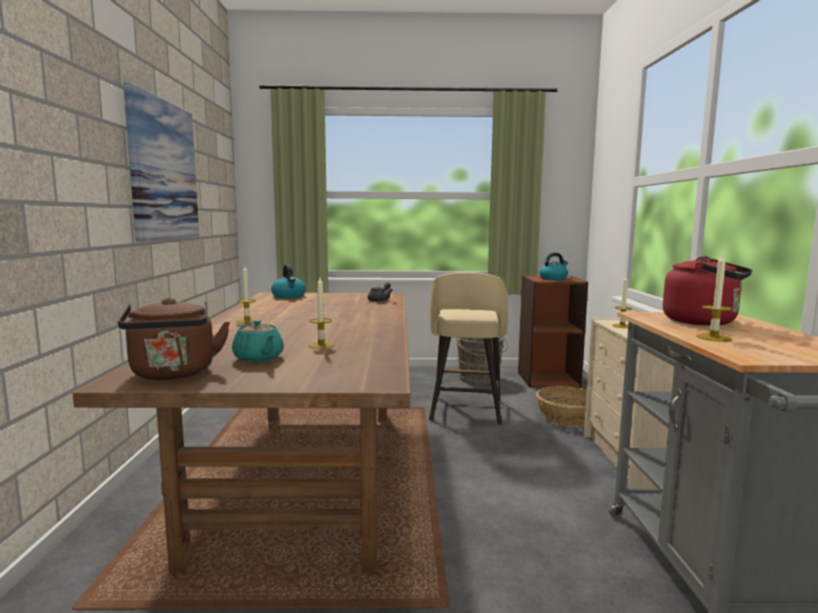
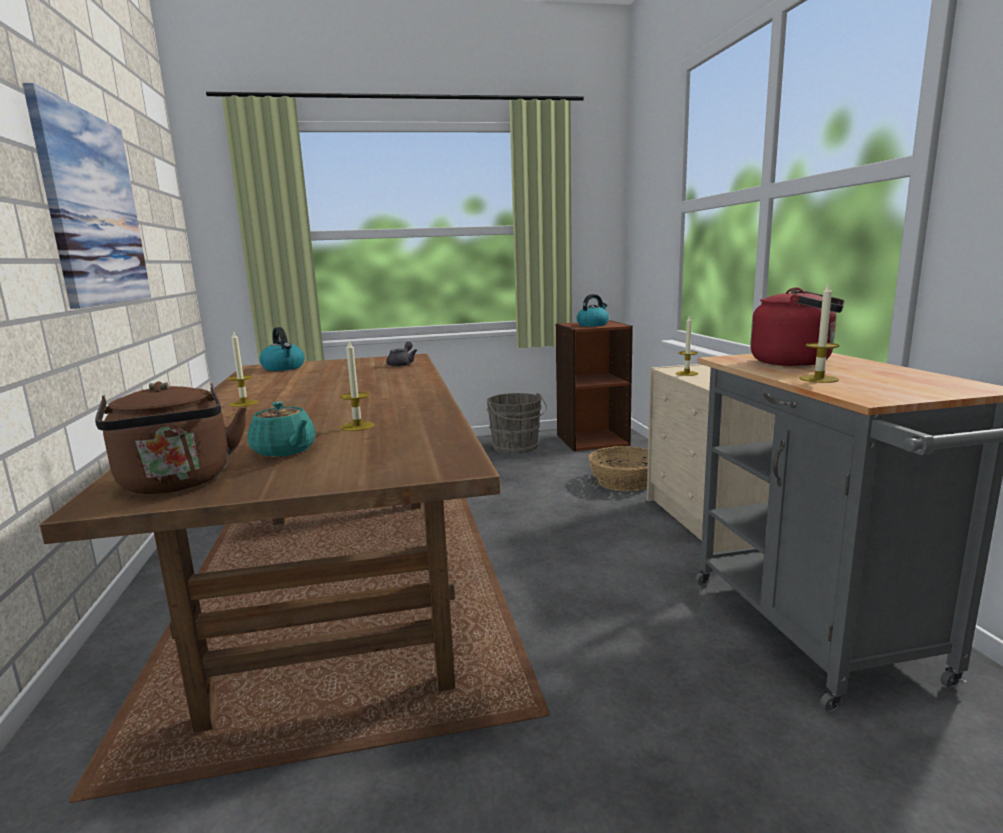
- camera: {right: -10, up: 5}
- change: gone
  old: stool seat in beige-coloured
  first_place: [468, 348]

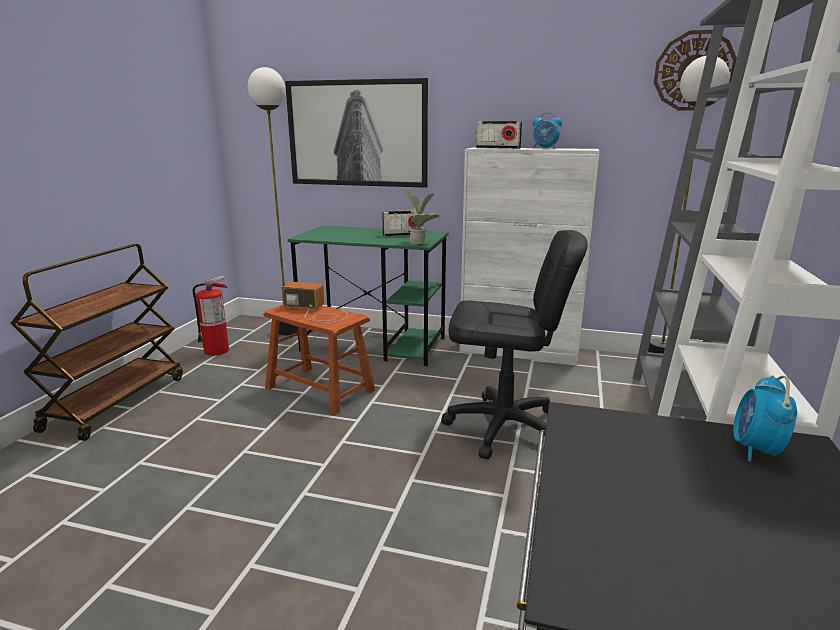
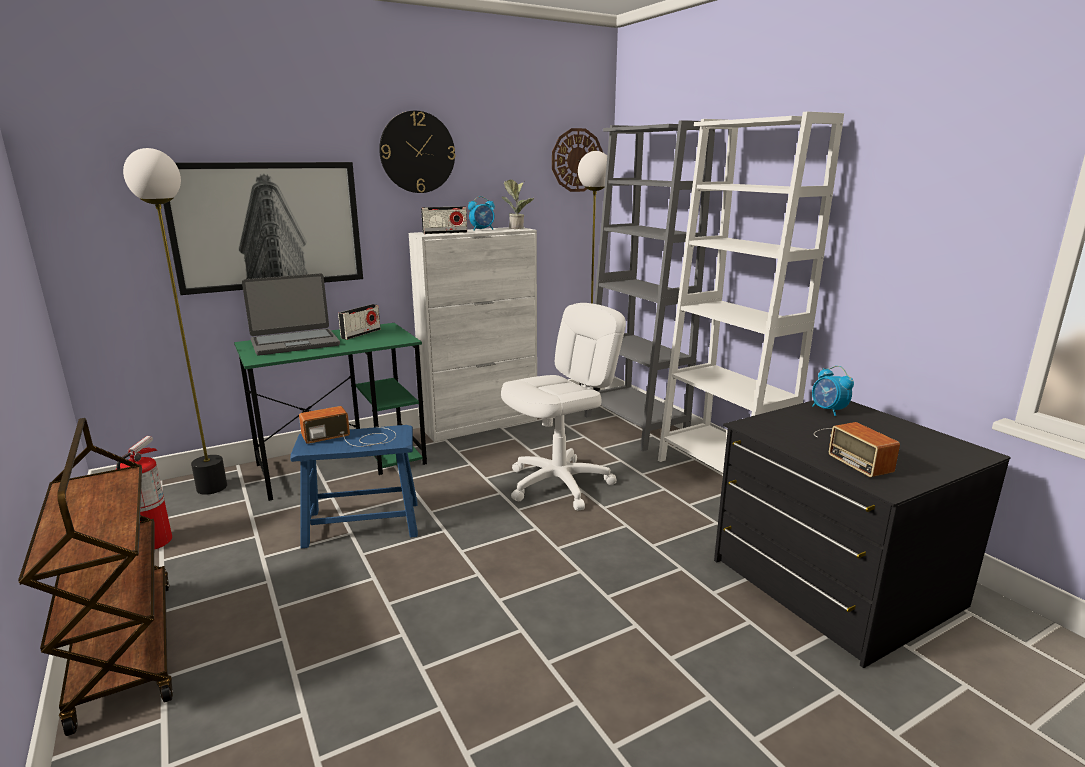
- camera: {right: -45, up: 0}
- change: new
  new: portable computer
  second_place: [291, 314]
- change: new
  new: wall clock
  second_place: [417, 152]
- change: new
  new: radio
  second_place: [857, 449]
- change: shifted
  old: plant in a pot
  first_place: [422, 218]
  second_place: [518, 204]
- change: repainted
  old: stool seat in brown
  new: stool seat in blue
  first_place: [319, 360]
  second_place: [354, 486]
- change: repainted
  old: office chair in black
  new: office chair in white
  first_place: [514, 344]
  second_place: [563, 407]

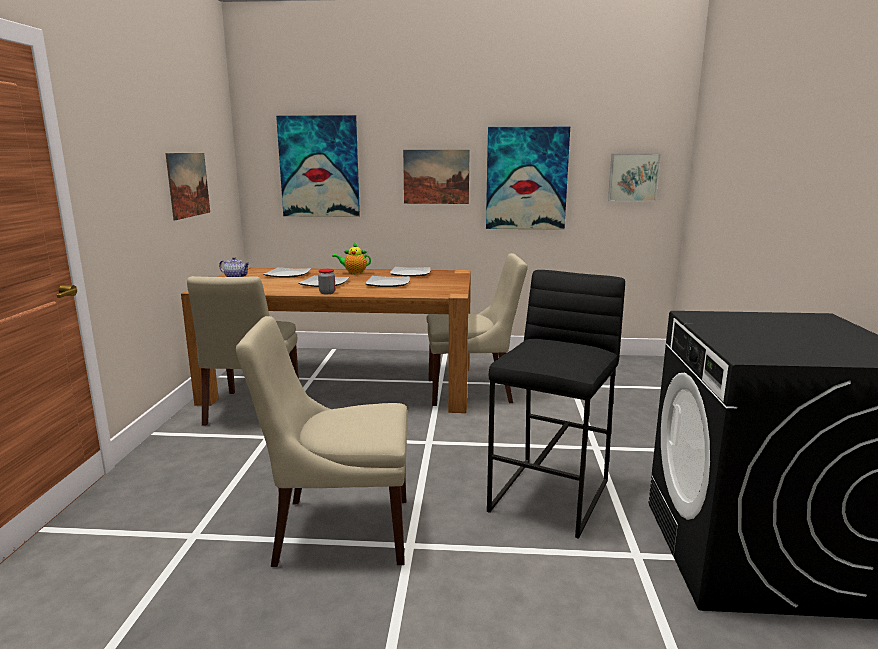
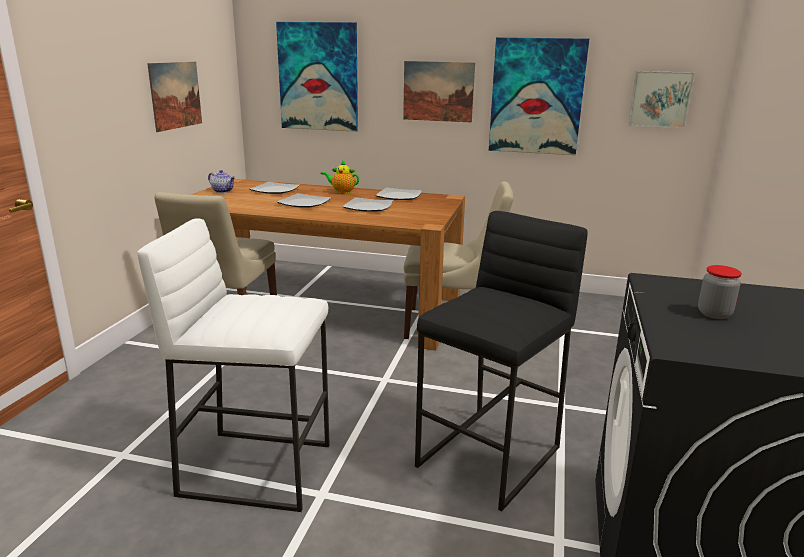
- camera: {right: 10, up: 5}
- change: shifted
  old: jar
  first_place: [326, 281]
  second_place: [720, 292]
- change: swapped
  old: upright chair in beige-coloured
  new: stool seat in white
  first_place: [322, 441]
  second_place: [233, 365]

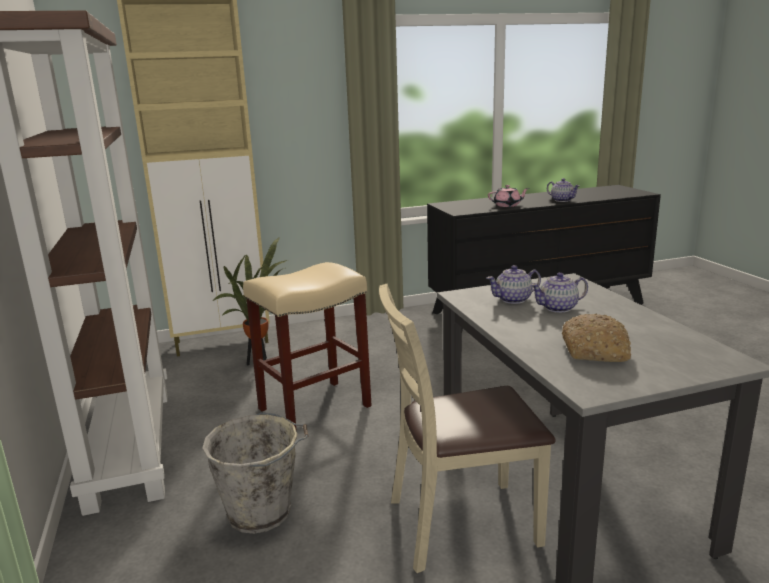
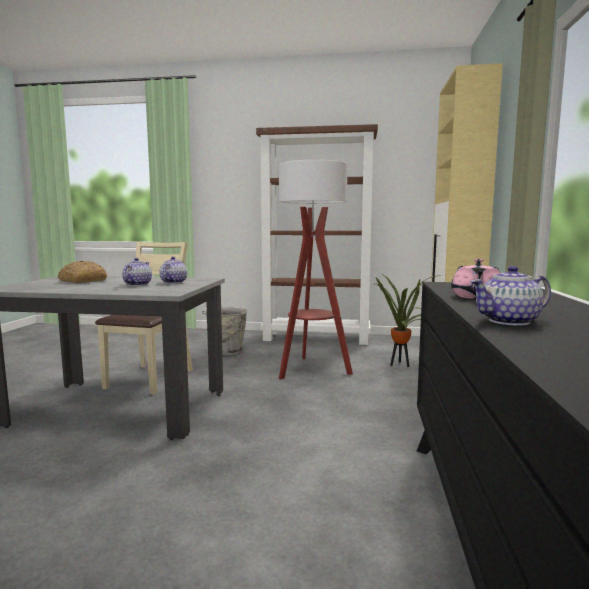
- camera: {right: 115, up: -10}
- change: swapped
  old: stool seat in beige-coloured
  new: standard lamp
  first_place: [307, 346]
  second_place: [316, 269]

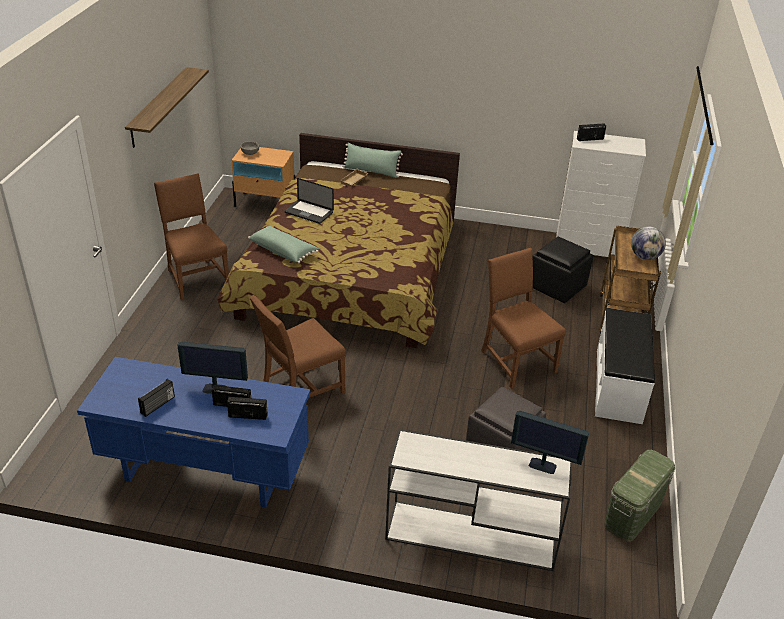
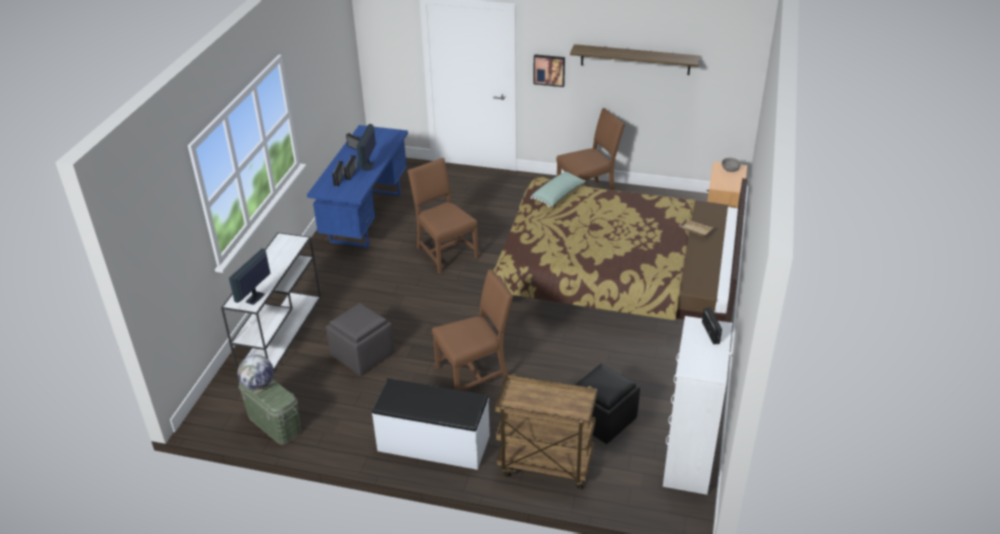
- camera: {right: 95, up: 0}
- change: gone
  old: portable computer
  first_place: [309, 201]
- change: gone
  old: pillow in green-coloured
  first_place: [372, 160]
- change: new
  new: wall picture
  second_place: [549, 70]
- change: shifted
  old: globe
  first_place: [648, 243]
  second_place: [256, 372]

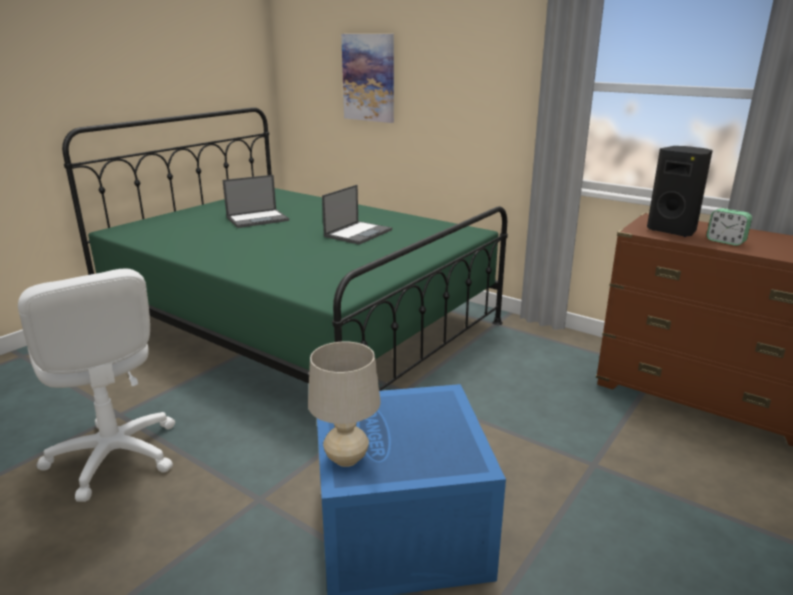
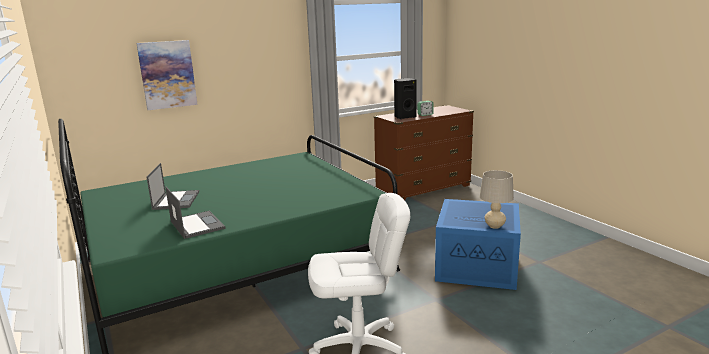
- camera: {right: -65, up: -5}
- change: shifted
  old: portable computer
  first_place: [357, 215]
  second_place: [195, 213]

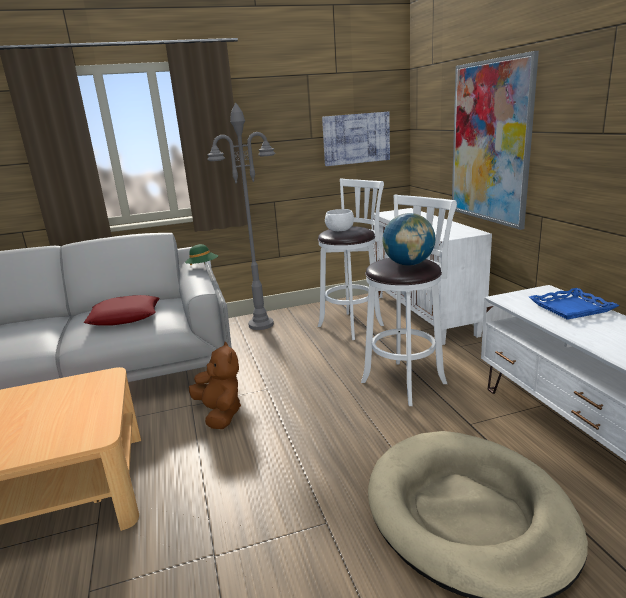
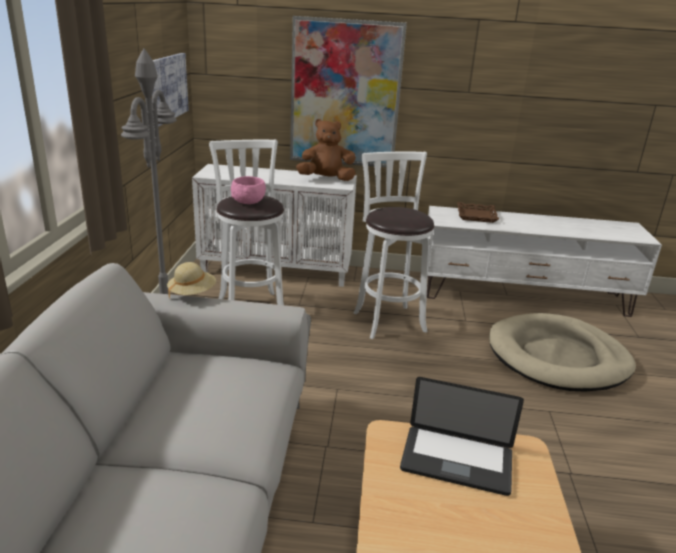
- camera: {right: -70, up: 5}
- change: gone
  old: pillow in red-coloured
  first_place: [122, 310]
- change: gone
  old: globe
  first_place: [409, 239]
- change: new
  new: portable computer
  second_place: [462, 436]
- change: shifted
  old: soft toy in brown
  first_place: [215, 385]
  second_place: [326, 150]
- change: repainted
  old: clothing hat in green-coloured
  new: clothing hat in beige-coloured
  first_place: [201, 254]
  second_place: [191, 280]
- change: repainted
  old: deep dish in white
  new: deep dish in pink-coloured
  first_place: [339, 220]
  second_place: [248, 190]
- change: repainted
  old: tray in blue
  new: tray in brown
  first_place: [574, 304]
  second_place: [478, 212]

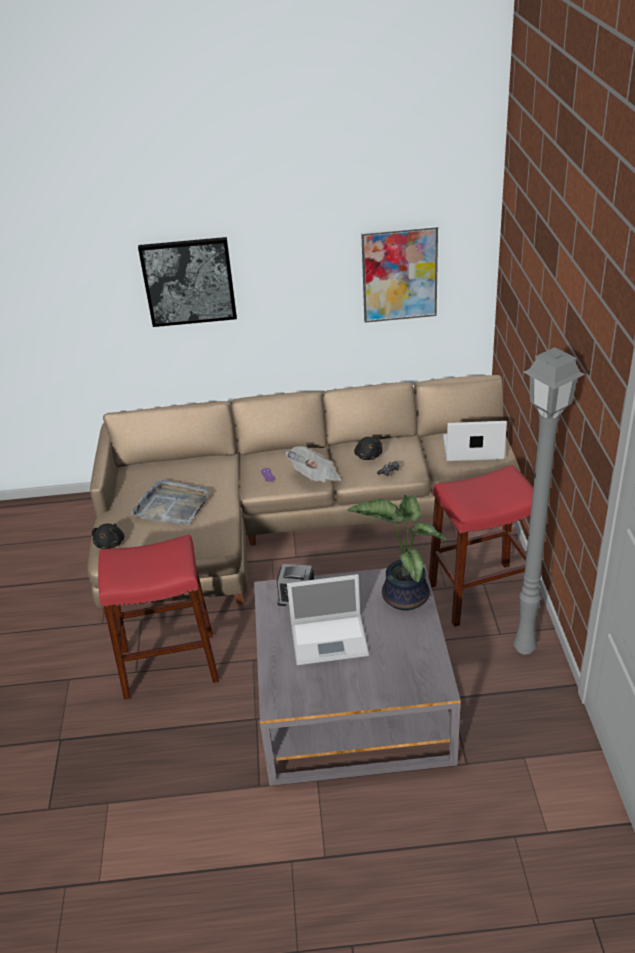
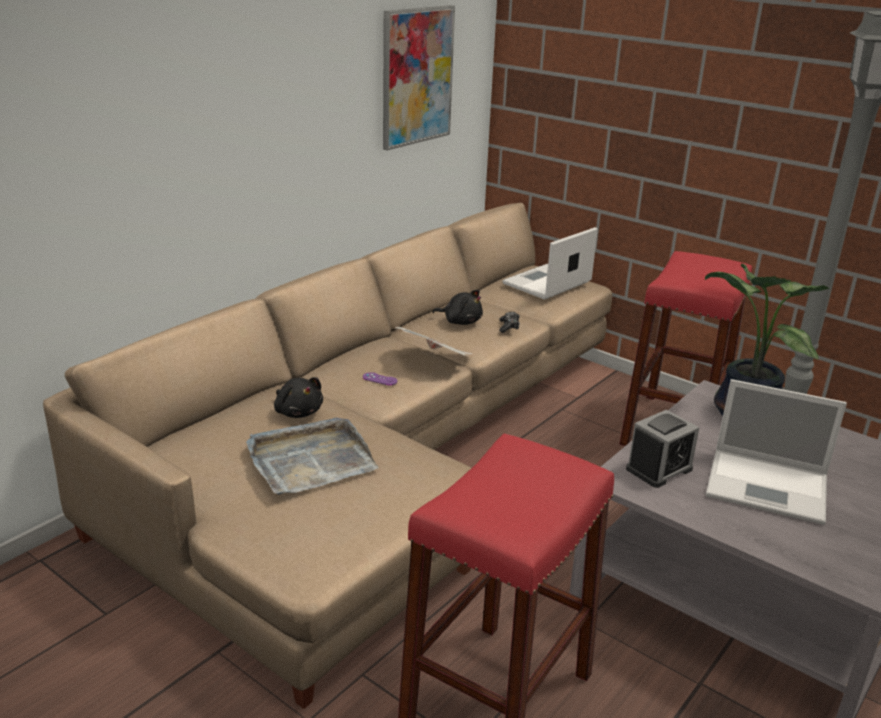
- camera: {right: -50, up: -10}
- change: gone
  old: wall picture
  first_place: [187, 282]
- change: shifted
  old: soft toy in black
  first_place: [108, 536]
  second_place: [298, 397]
- change: rotated
  old: portable computer
  first_place: [328, 619]
  second_place: [776, 452]
  degrees: 75

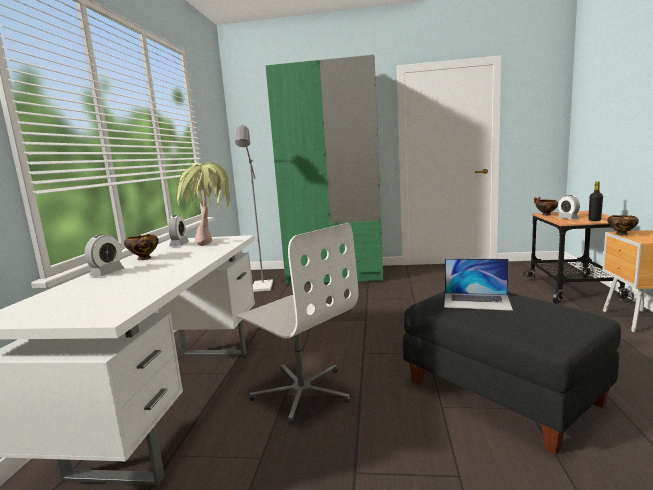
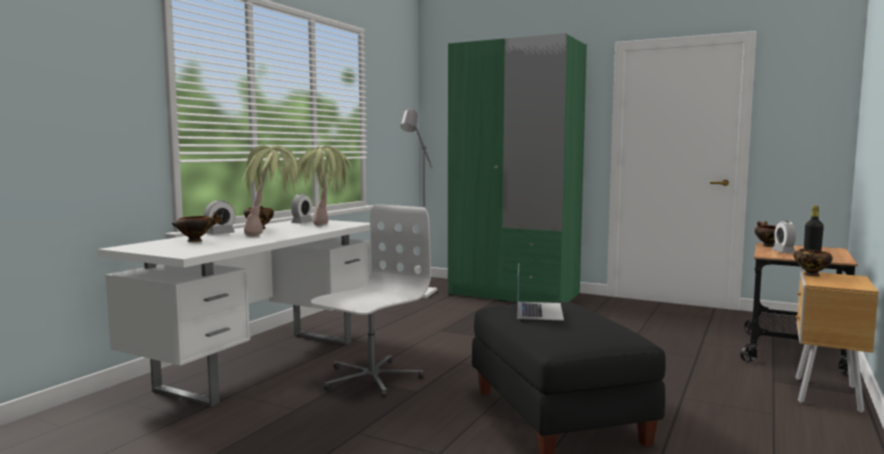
- camera: {right: 20, up: -5}
- change: new
  new: deep dish
  second_place: [197, 227]
- change: new
  new: plant in a pot
  second_place: [271, 191]
- change: rotated
  old: office chair in white
  first_place: [297, 323]
  second_place: [371, 300]
  degrees: -120
- change: rotated
  old: portable computer
  first_place: [478, 284]
  second_place: [540, 293]
  degrees: -120

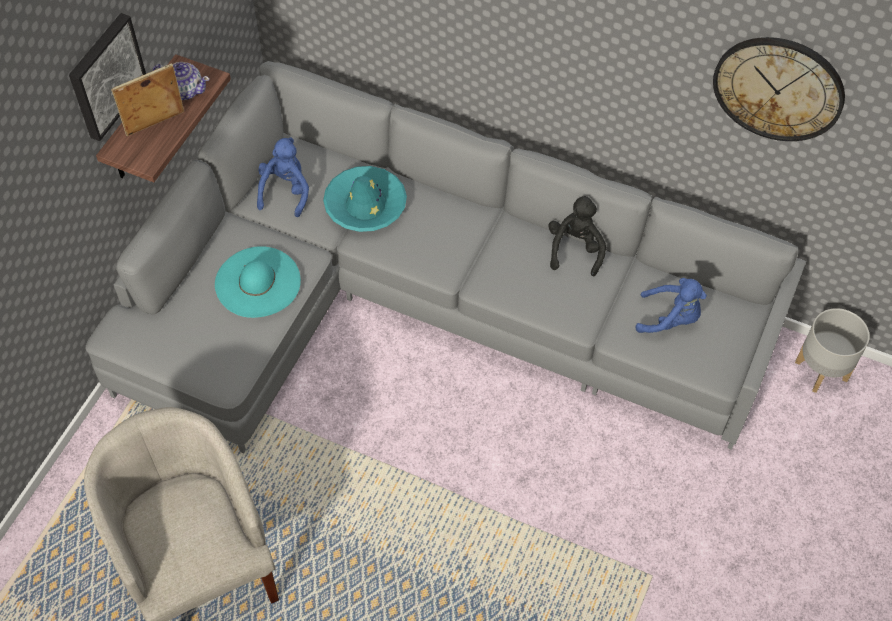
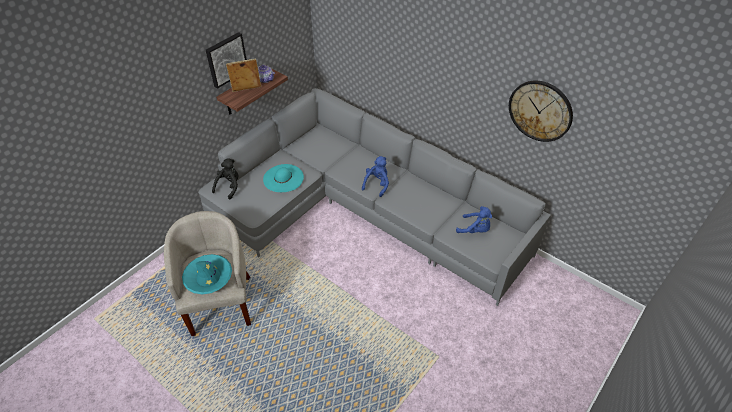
- camera: {right: 15, up: -10}
- change: gone
  old: planter in grey
  first_place: [832, 350]
- change: shifted
  old: soft toy in blue
  first_place: [283, 177]
  second_place: [375, 176]
- change: shifted
  old: clothing hat in turquoise
  first_place: [365, 199]
  second_place: [207, 274]
- change: shifted
  old: soft toy in black
  first_place: [577, 236]
  second_place: [225, 179]

